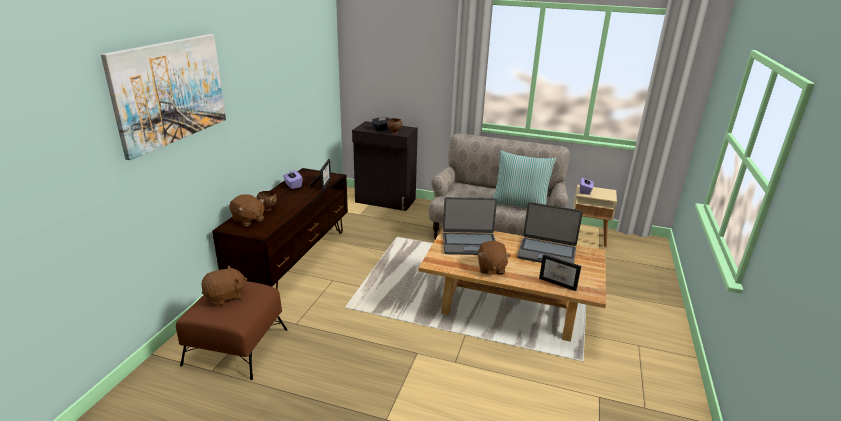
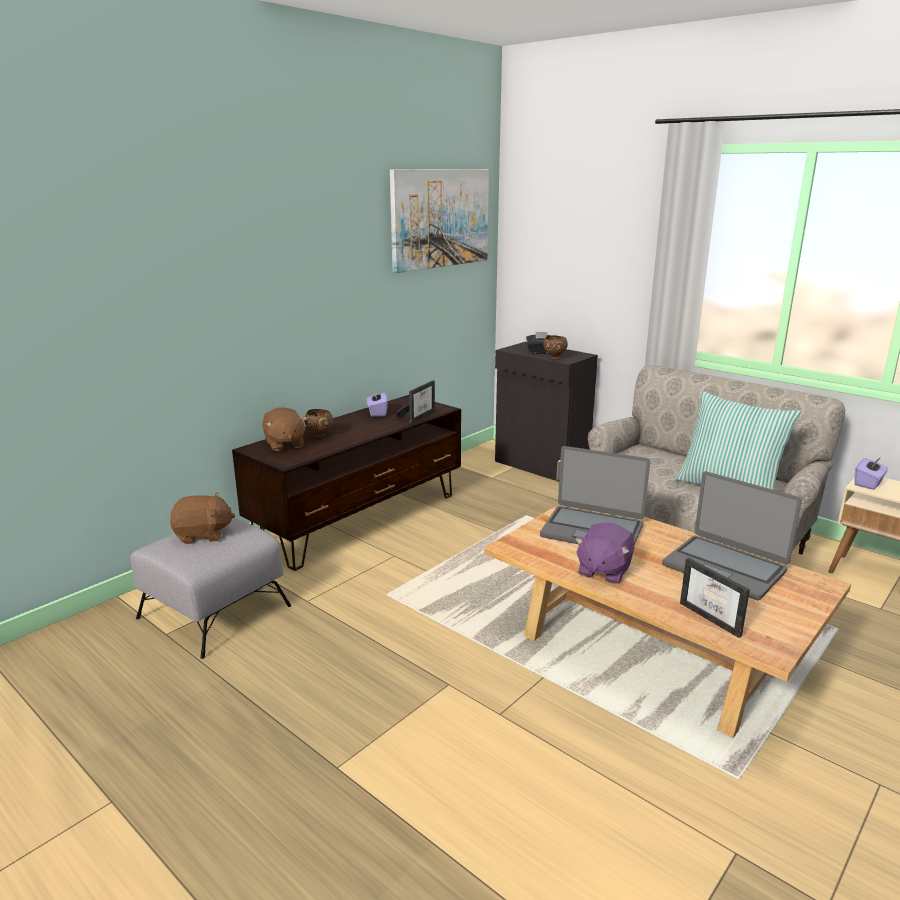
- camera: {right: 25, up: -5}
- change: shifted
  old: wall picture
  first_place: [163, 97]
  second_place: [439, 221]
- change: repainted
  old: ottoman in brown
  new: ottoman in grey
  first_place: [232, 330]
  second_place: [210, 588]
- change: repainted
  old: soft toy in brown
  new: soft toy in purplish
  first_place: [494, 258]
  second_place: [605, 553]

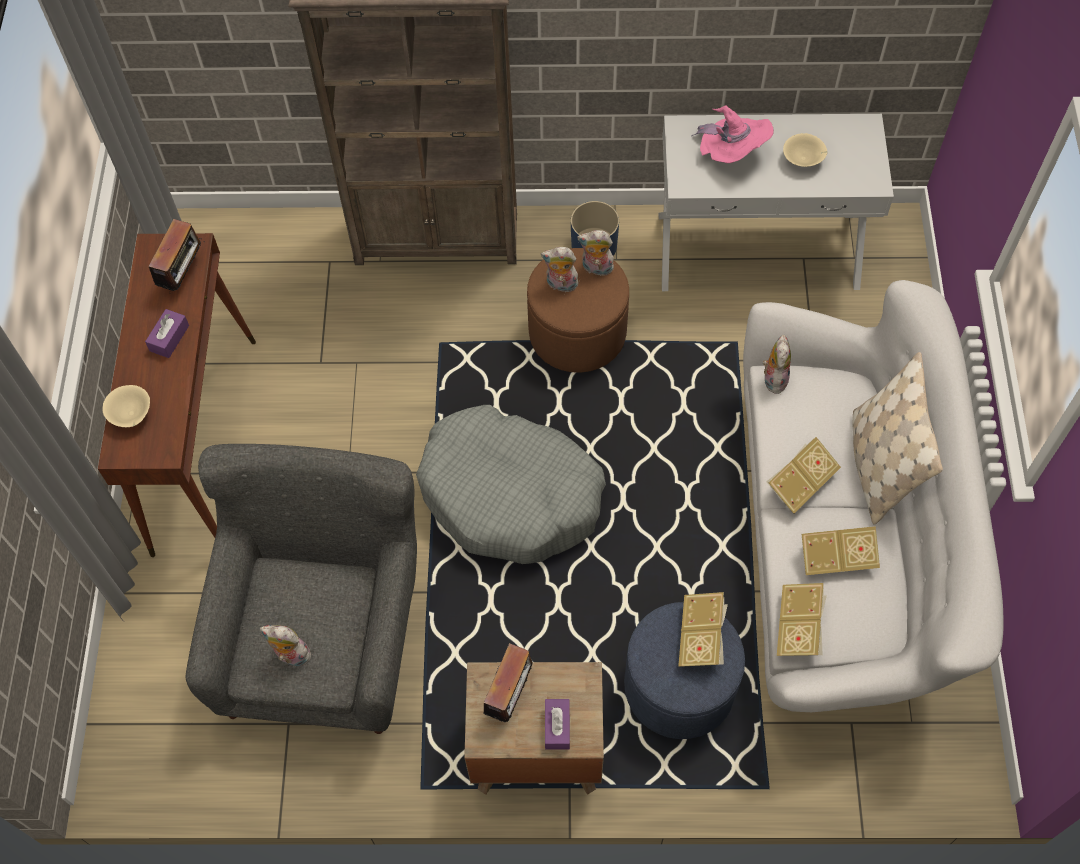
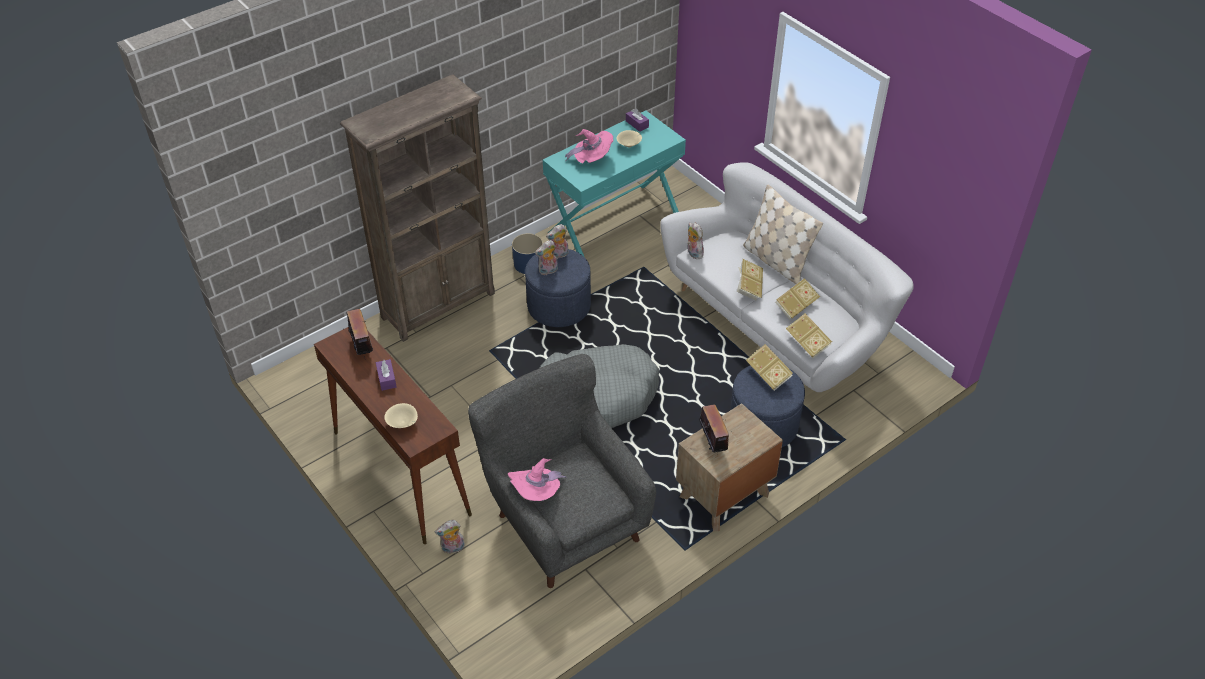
- camera: {right: -40, up: -15}
- change: new
  new: clothing hat in pink-coloured
  second_place: [537, 479]
- change: shifted
  old: soft toy
  first_place: [287, 646]
  second_place: [450, 537]
- change: shifted
  old: tissue box in purplish
  first_place: [557, 724]
  second_place: [637, 120]
- change: repainted
  old: ottoman in brown
  new: ottoman in blue
  first_place: [578, 310]
  second_place: [558, 288]
- change: repainted
  old: narrow table in white
  new: narrow table in turquoise
  first_place: [776, 202]
  second_place: [614, 183]

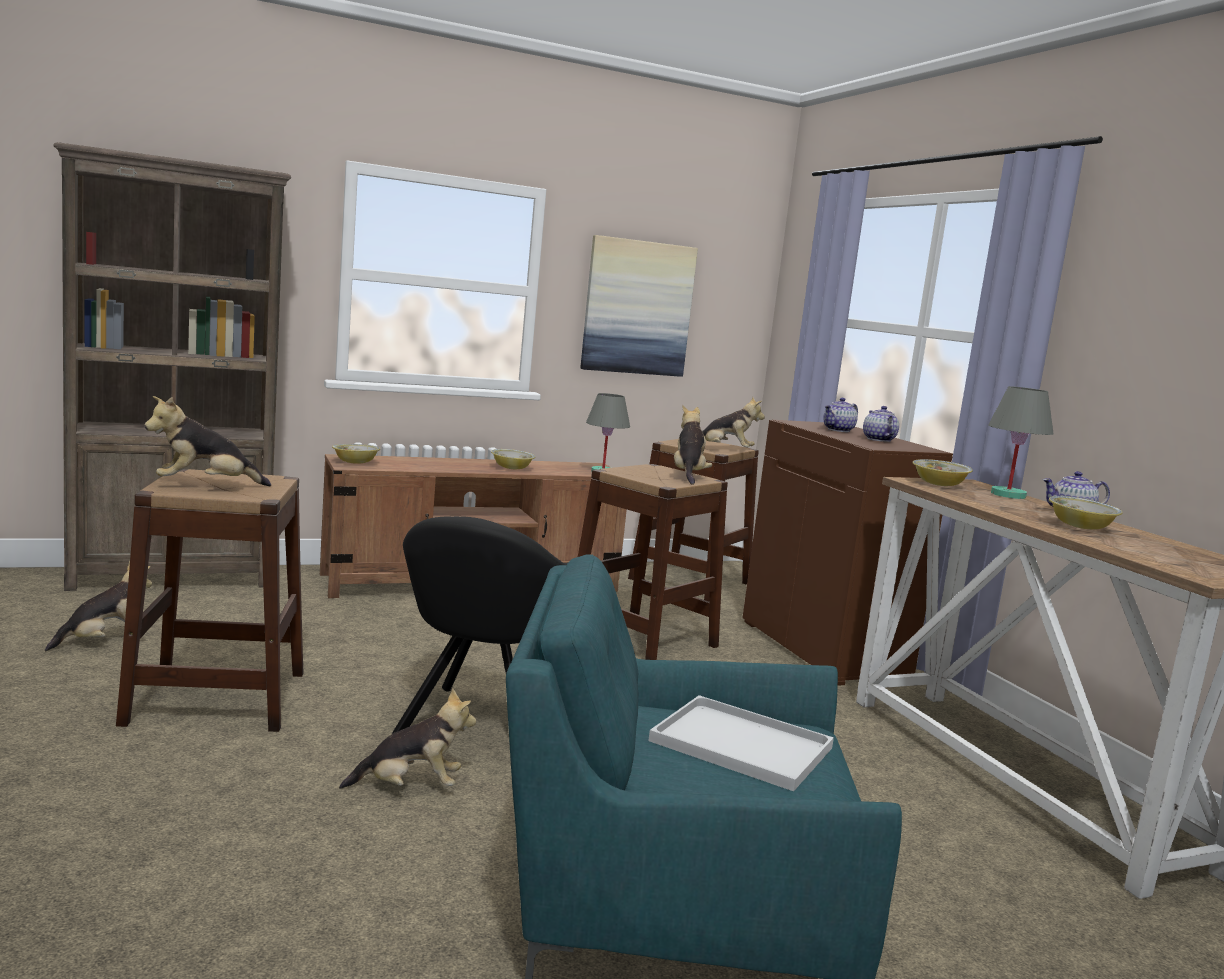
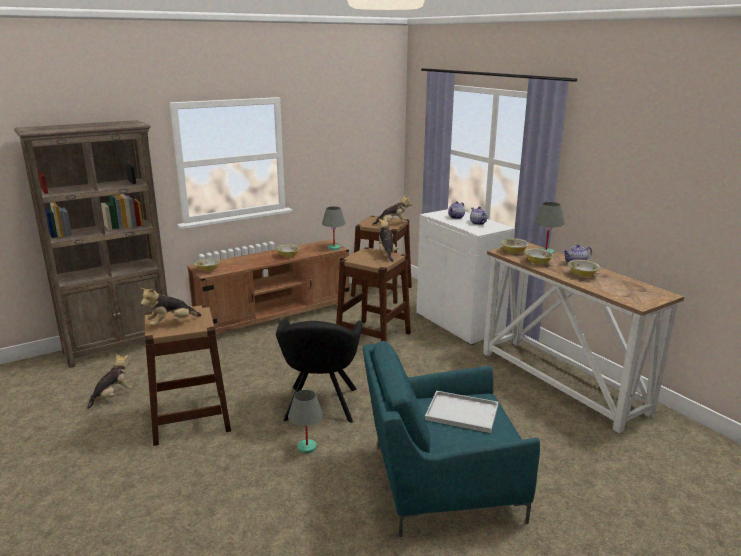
- camera: {right: -10, up: 10}
- change: gone
  old: wall picture
  first_place: [639, 306]
- change: new
  new: deep dish
  second_place: [539, 256]
- change: swapped
  old: soft toy
  new: lamp for a table in grey
  first_place: [407, 738]
  second_place: [305, 422]
- change: repainted
  old: storage cabinet in brown
  new: storage cabinet in white
  first_place: [848, 553]
  second_place: [465, 277]

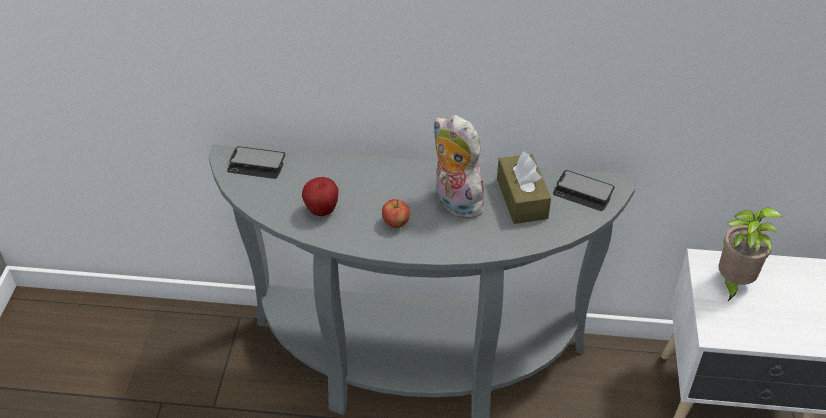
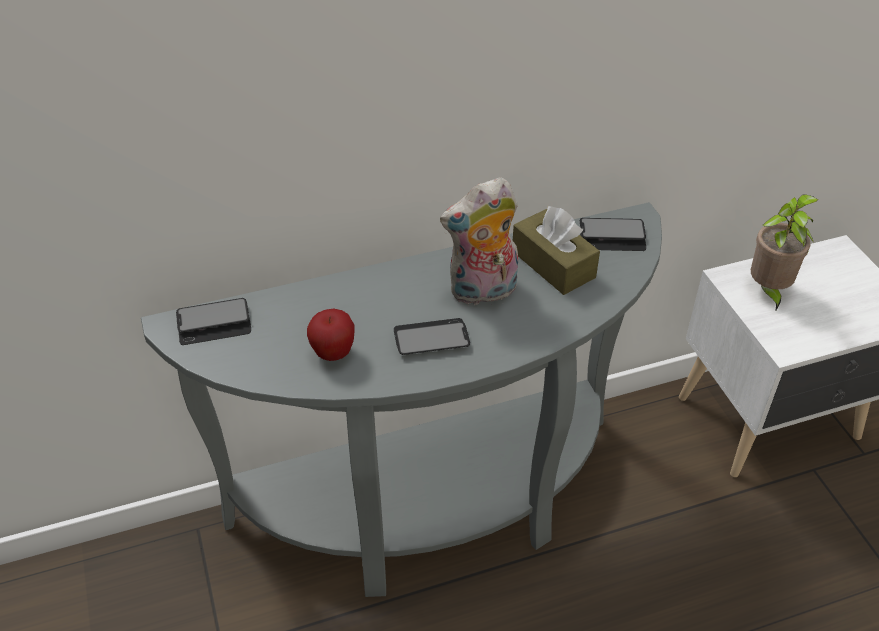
- camera: {right: -25, up: 0}
- change: swapped
  old: apple
  new: telephone
  first_place: [396, 213]
  second_place: [432, 336]
- change: rotated
  old: soft toy
  first_place: [459, 167]
  second_place: [479, 241]
  degrees: -45

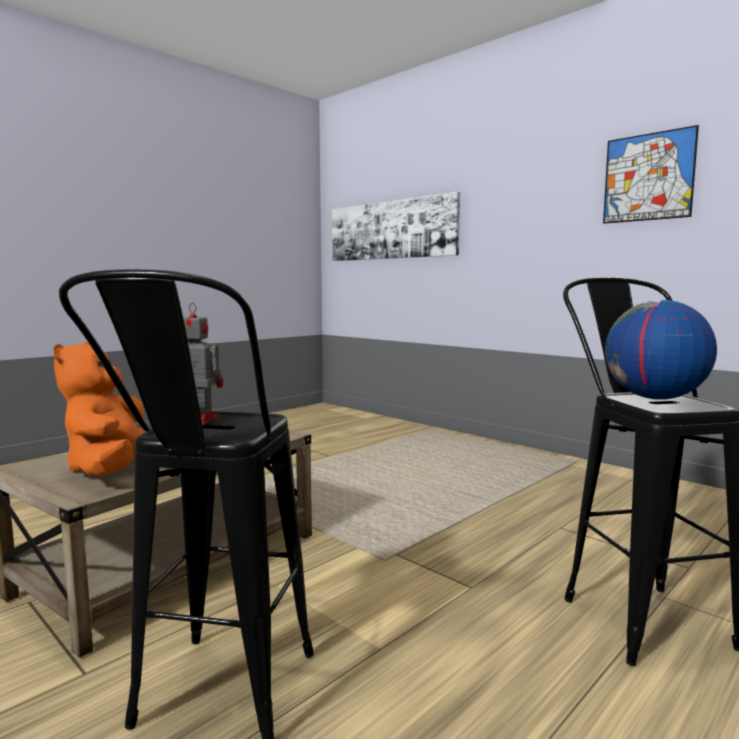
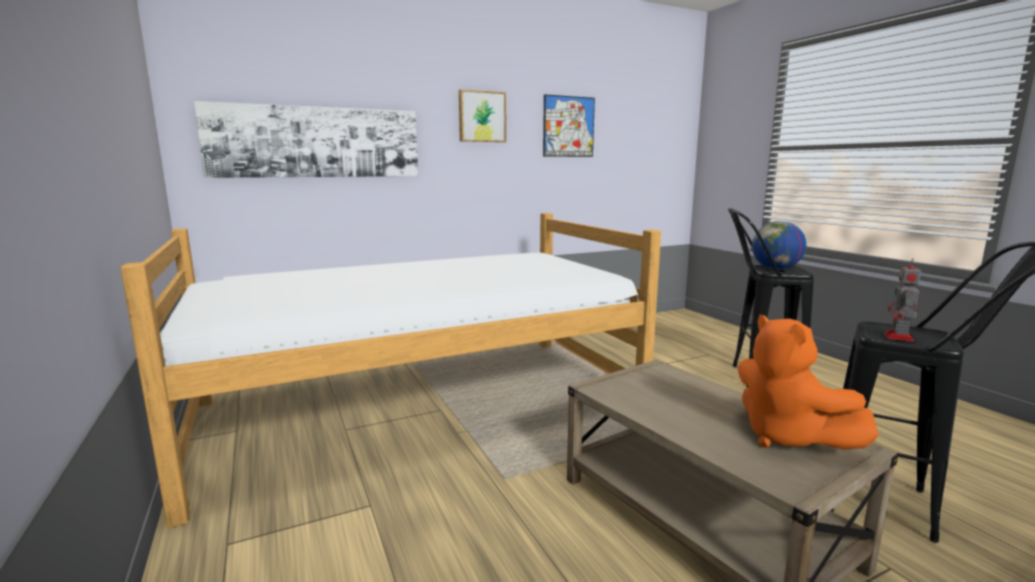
- camera: {right: -70, up: 5}
- change: new
  new: bedroom bed
  second_place: [390, 370]
- change: new
  new: wall picture
  second_place: [482, 115]
- change: rotated
  old: soft toy in orange-coloured
  first_place: [100, 409]
  second_place: [808, 382]
  degrees: 45

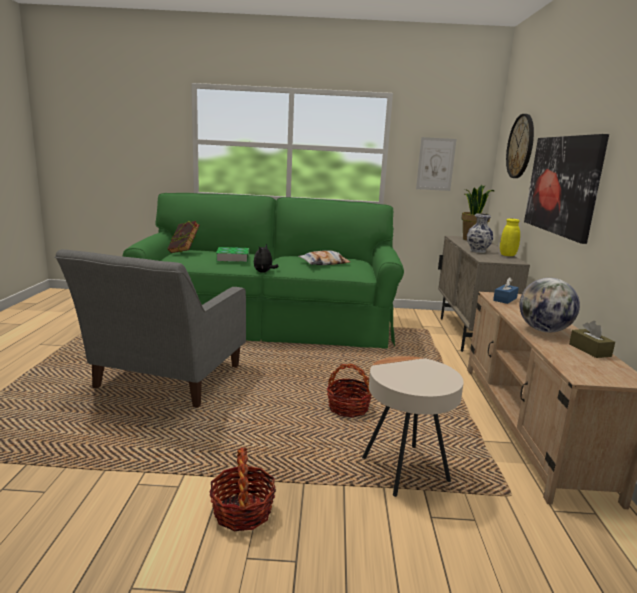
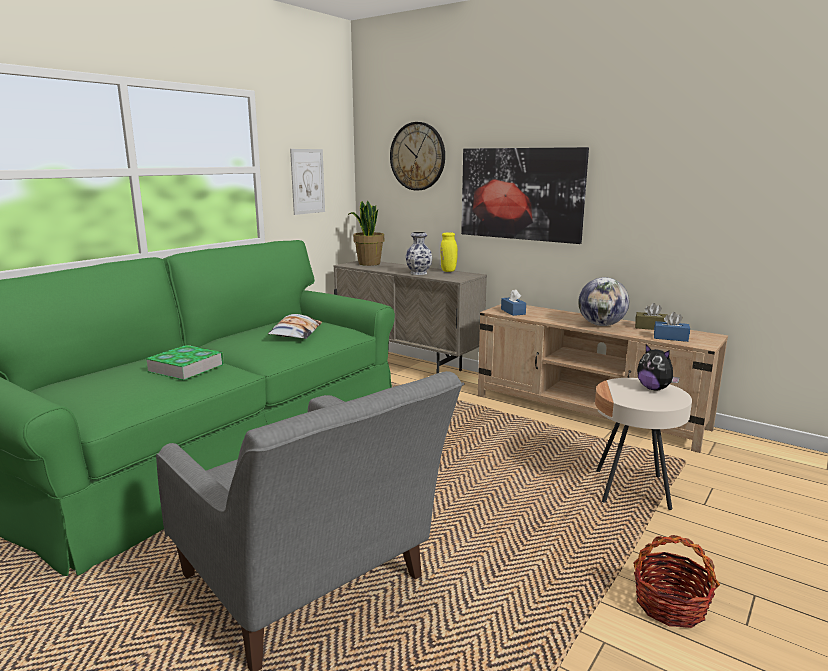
- camera: {right: -55, up: 0}
- change: gone
  old: bound book
  first_place: [184, 237]
- change: gone
  old: household basket
  first_place: [349, 390]
- change: new
  new: tissue box in blue
  second_place: [672, 327]
- change: shifted
  old: soft toy
  first_place: [266, 258]
  second_place: [658, 367]

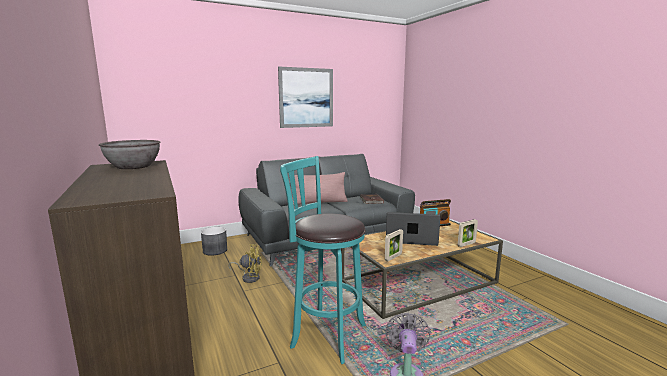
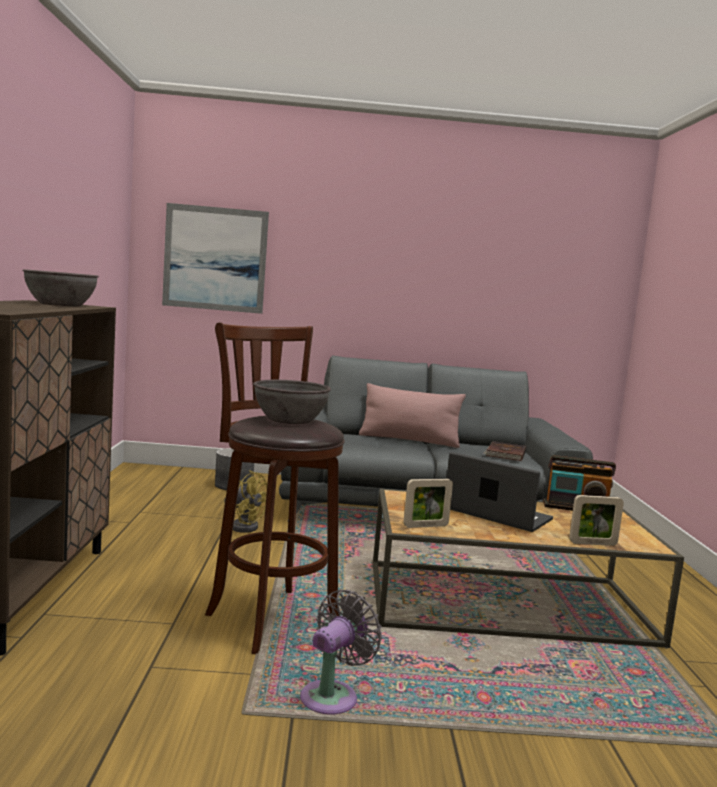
- camera: {right: 25, up: -5}
- change: new
  new: deep dish in grey
  second_place: [292, 402]
- change: shifted
  old: wall picture
  first_place: [305, 97]
  second_place: [215, 258]
- change: repainted
  old: stool seat in turquoise
  new: stool seat in brown
  first_place: [323, 260]
  second_place: [275, 488]

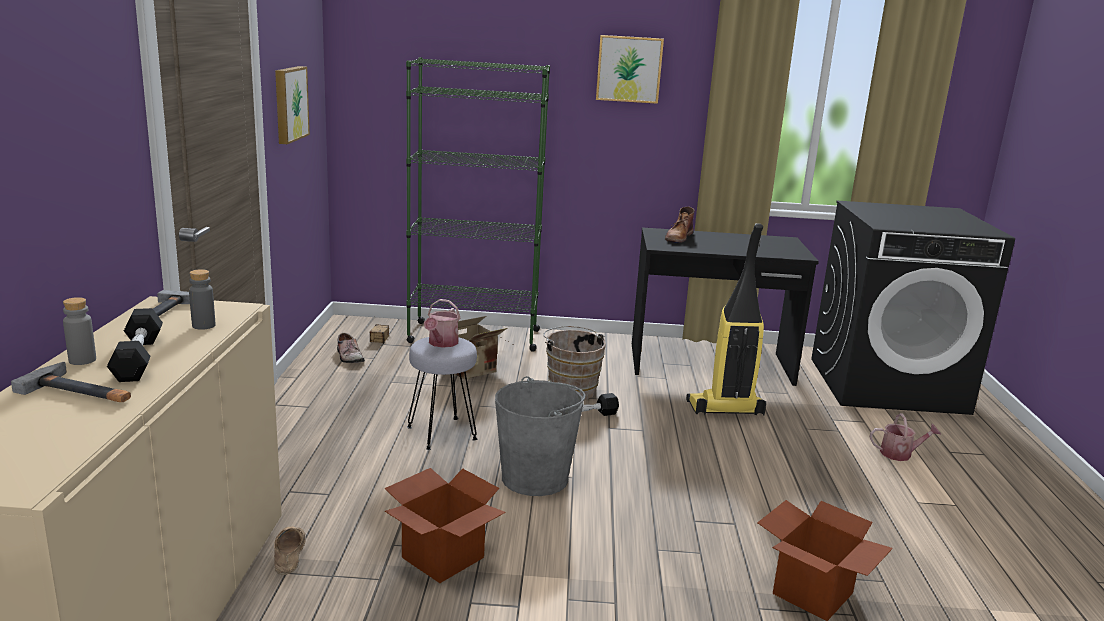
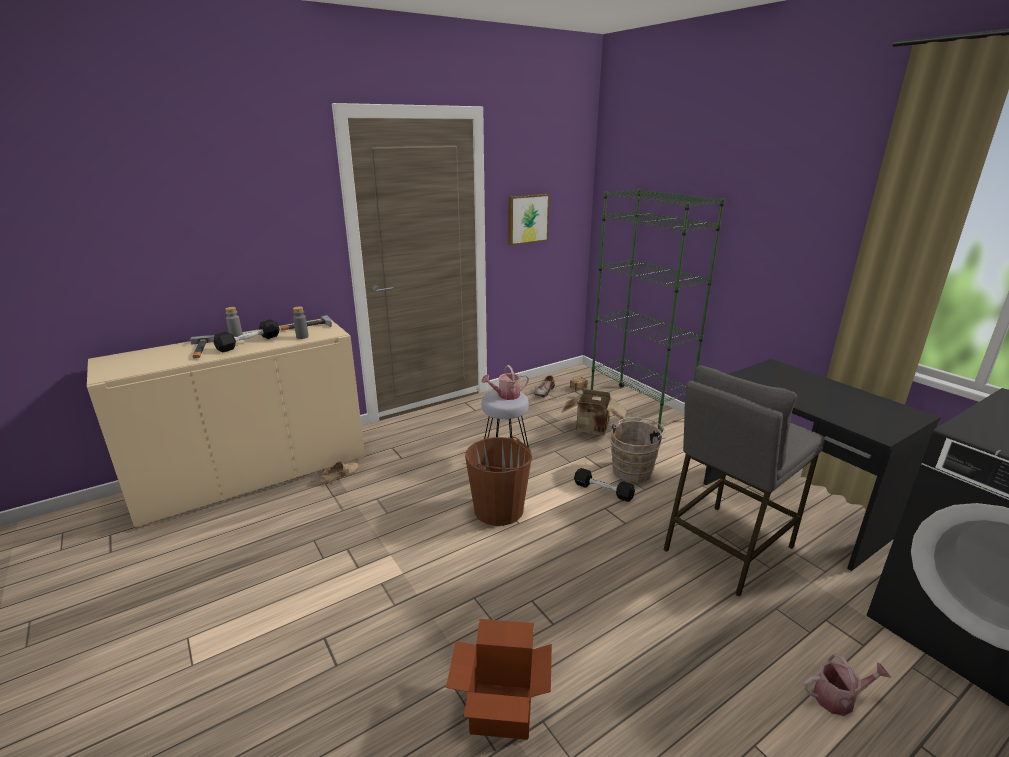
- camera: {right: 55, up: 5}
- change: gone
  old: carton
  first_place: [445, 525]
- change: gone
  old: wall picture
  first_place: [630, 69]
- change: gone
  old: high-top boot in brown
  first_place: [680, 225]
- change: swapped
  old: hoover
  new: stool seat in grey
  first_place: [726, 319]
  second_place: [744, 481]
- change: repainted
  old: water bucket in grey
  new: water bucket in brown
  first_place: [540, 436]
  second_place: [498, 481]
- change: rotated
  old: sprinkling can
  first_place: [905, 437]
  second_place: [847, 685]
  degrees: -60

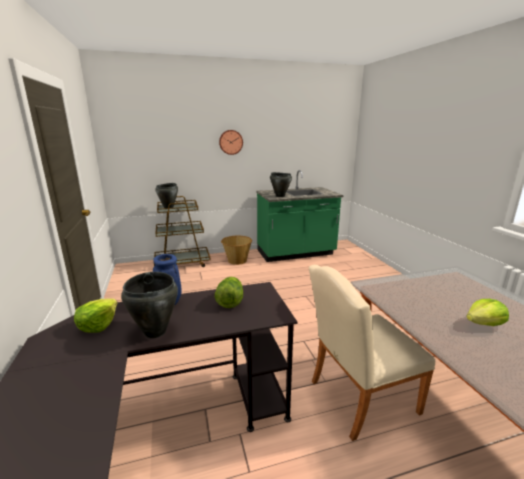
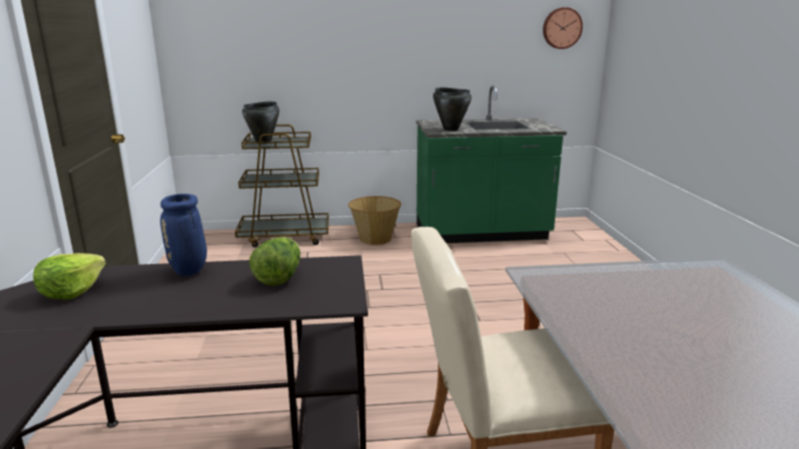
- camera: {right: 10, up: 0}
- change: gone
  old: stockpot in black
  first_place: [149, 305]
- change: gone
  old: head of lettuce
  first_place: [487, 312]
- change: shifted
  old: wall clock
  first_place: [231, 142]
  second_place: [563, 28]

